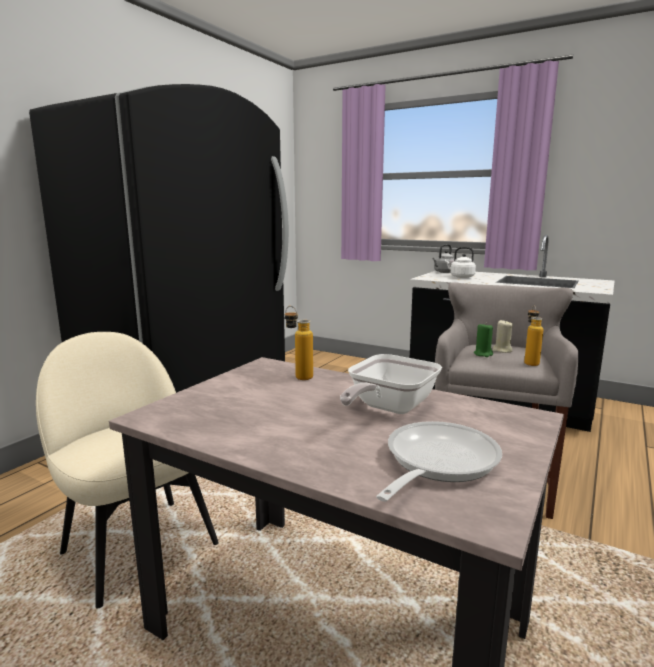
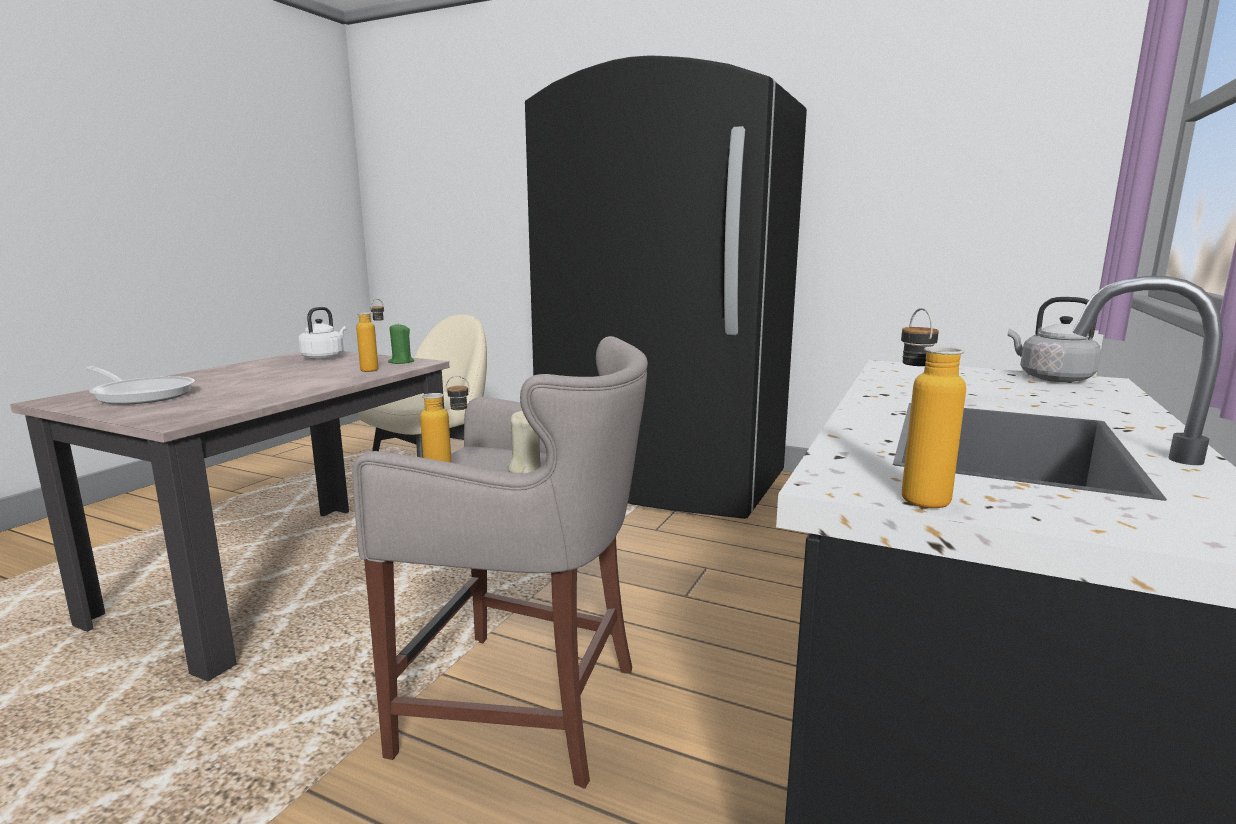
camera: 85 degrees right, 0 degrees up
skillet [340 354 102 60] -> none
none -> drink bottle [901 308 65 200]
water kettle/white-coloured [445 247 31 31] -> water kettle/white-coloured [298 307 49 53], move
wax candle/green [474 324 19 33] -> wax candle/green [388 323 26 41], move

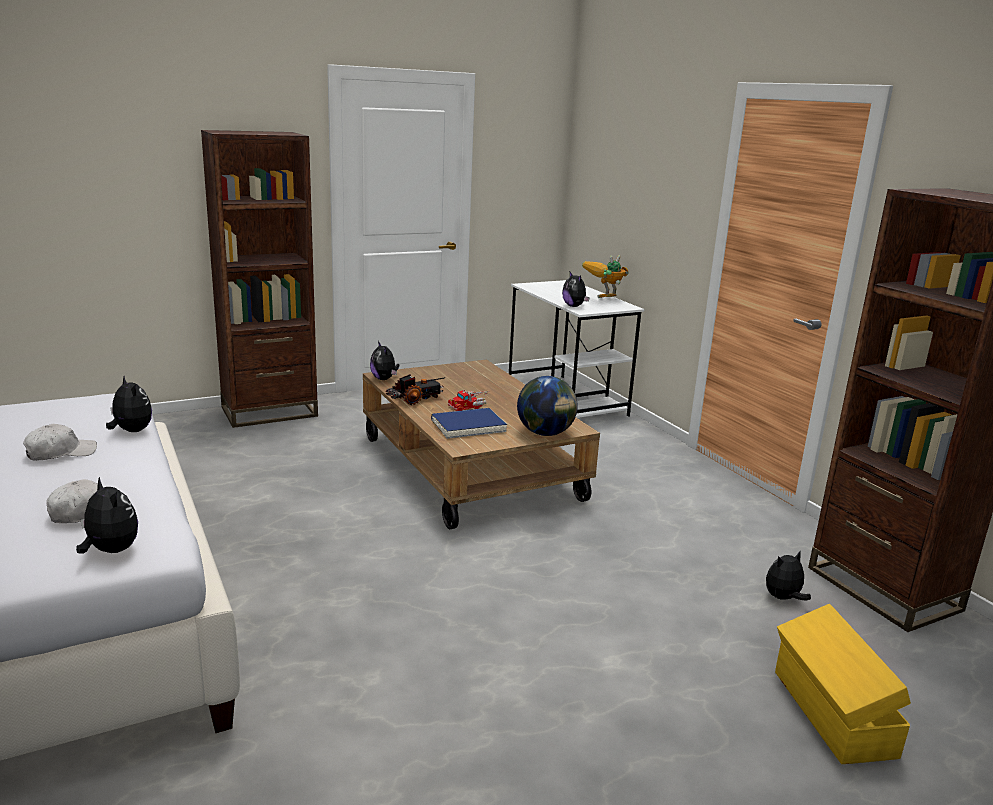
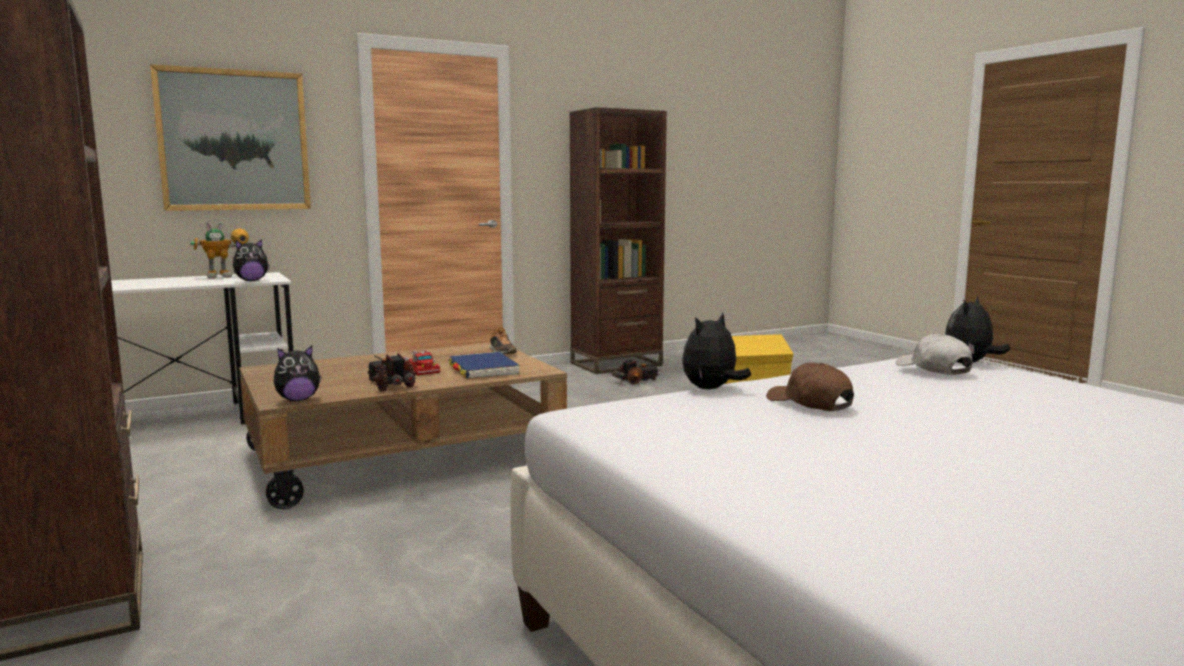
camera: 90 degrees left, 10 degrees down
none -> picture [150 64 161 147]
globe [517 376 61 60] -> shoe [489 326 28 28]
plush toy [766 551 45 49] -> toy truck [612 359 50 25]
peaked cap/white-coloured [23 424 74 37] -> peaked cap/brownish [766 363 88 48]
model robot [582 255 46 43] -> model robot [190 222 59 57], 90 degrees counterclockwise

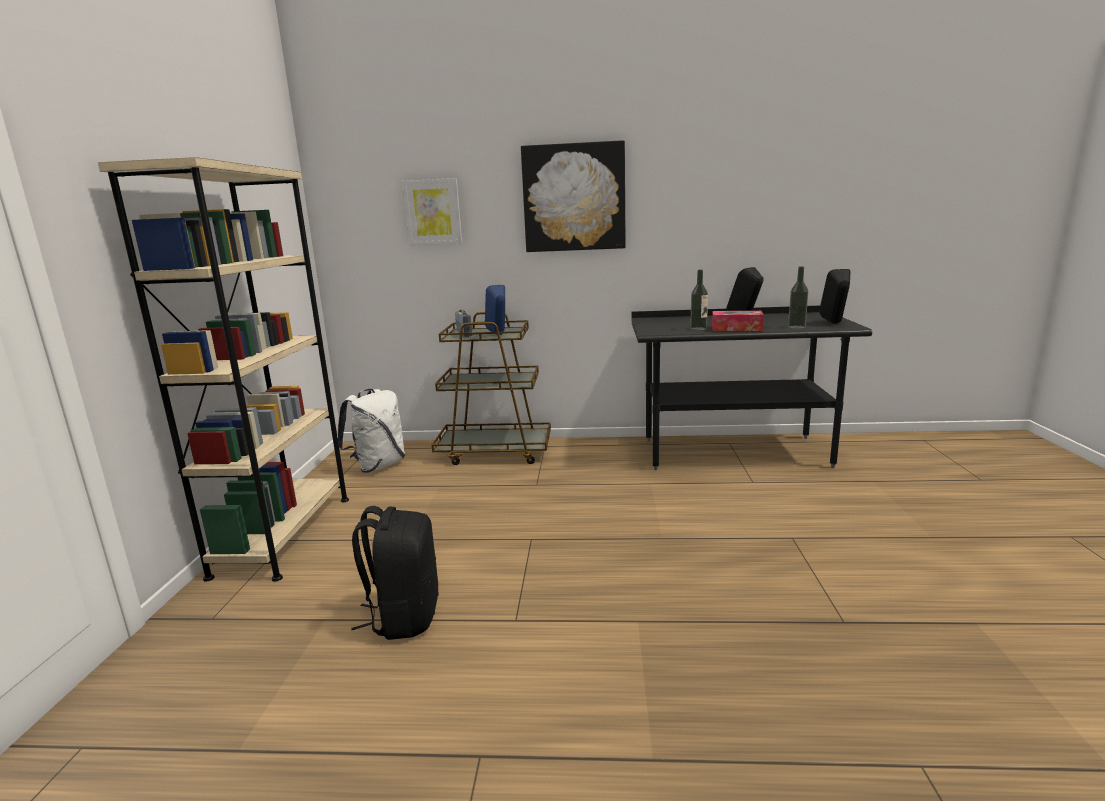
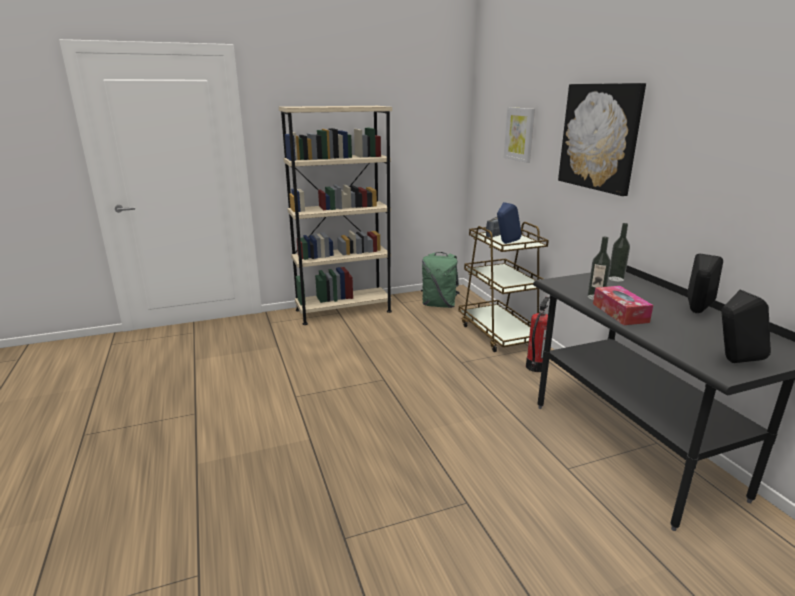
camera: 65 degrees right, 5 degrees up
knapsack/black-coloured [352 506 87 134] -> none
none -> extinguisher [526 297 24 75]
drink bottle [788 266 20 63] -> drink bottle [609 223 21 59], move
knapsack/white-coloured [338 389 67 84] -> knapsack/green [421 252 39 56]

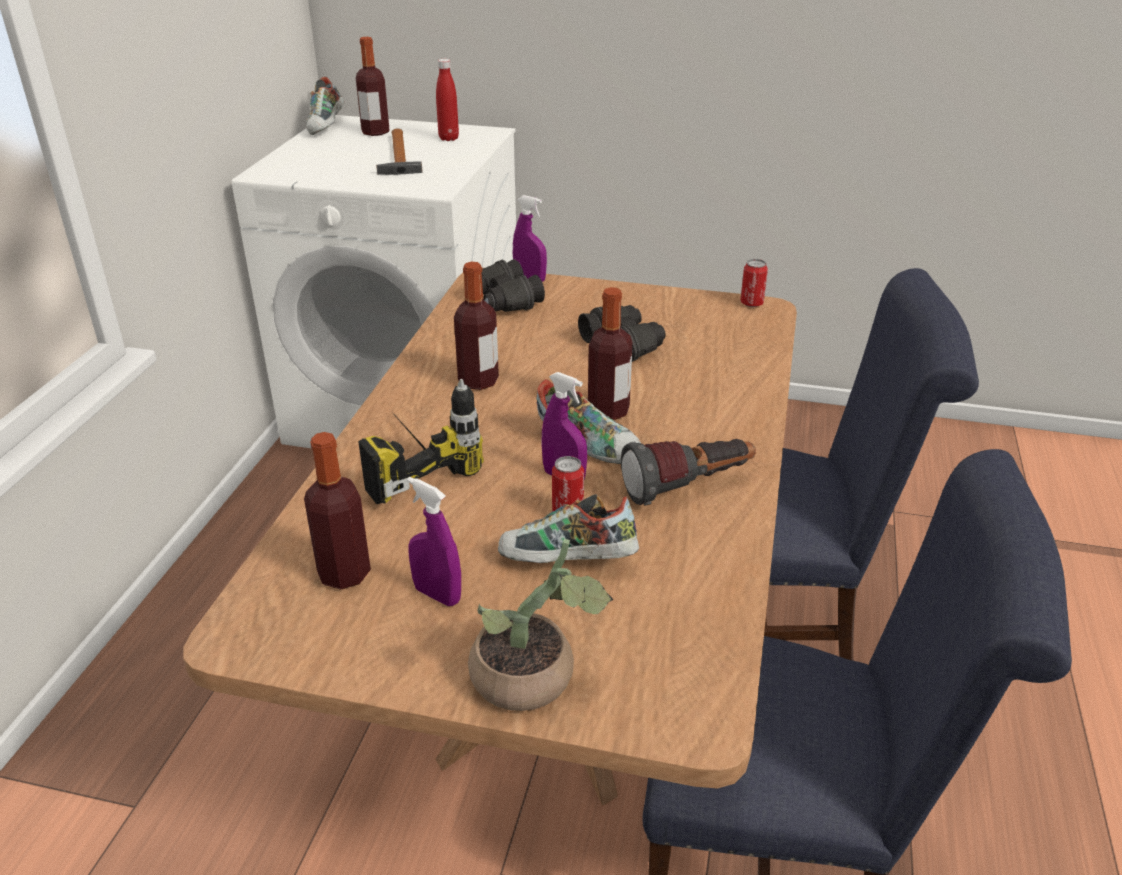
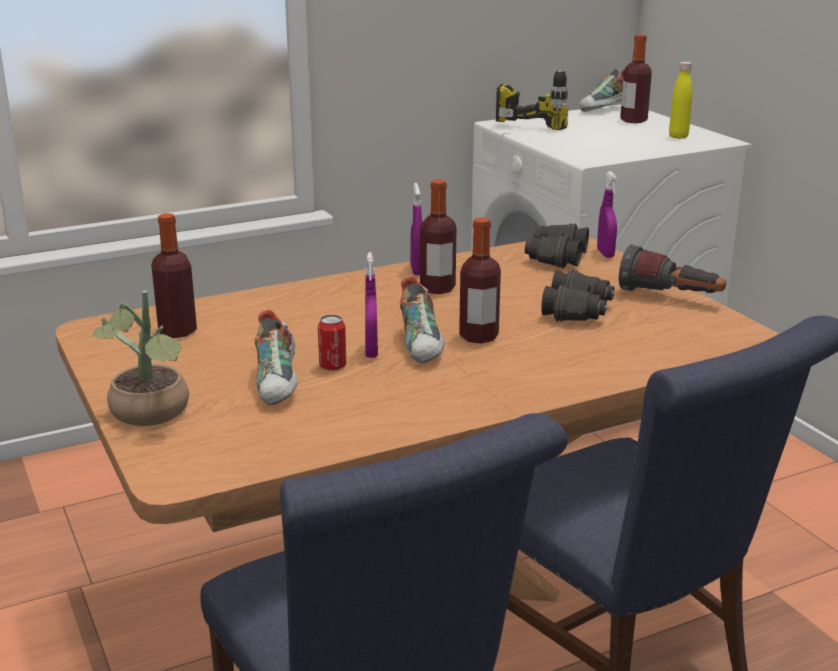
camera: 50 degrees right, 10 degrees down
hand hammer [376 129 47 46] -> none
metal can [740 259 28 48] -> none
power drill [358 379 126 125] -> power drill [496 65 73 65], move
hand sprayer/purplish [407 477 54 129] -> hand sprayer/purplish [410 183 12 92], move
flashlight [621 439 135 67] -> flashlight [619 244 107 49], move
drink bottle/red [436 59 23 82] -> drink bottle/yellow [669 62 24 77]
shoe [498 494 141 69] -> shoe [255 310 43 96], 150 degrees counterclockwise

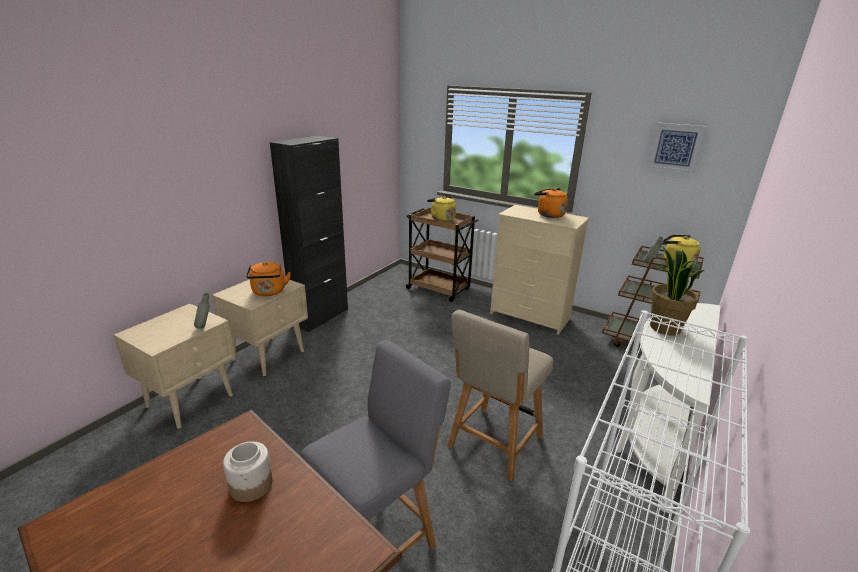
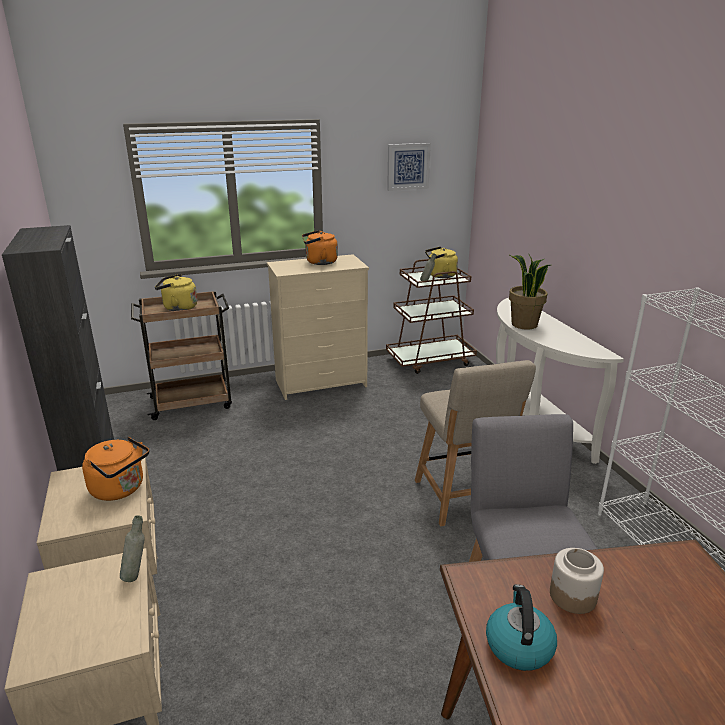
camera: 50 degrees left, 0 degrees up
none -> water kettle [486 584 71 87]

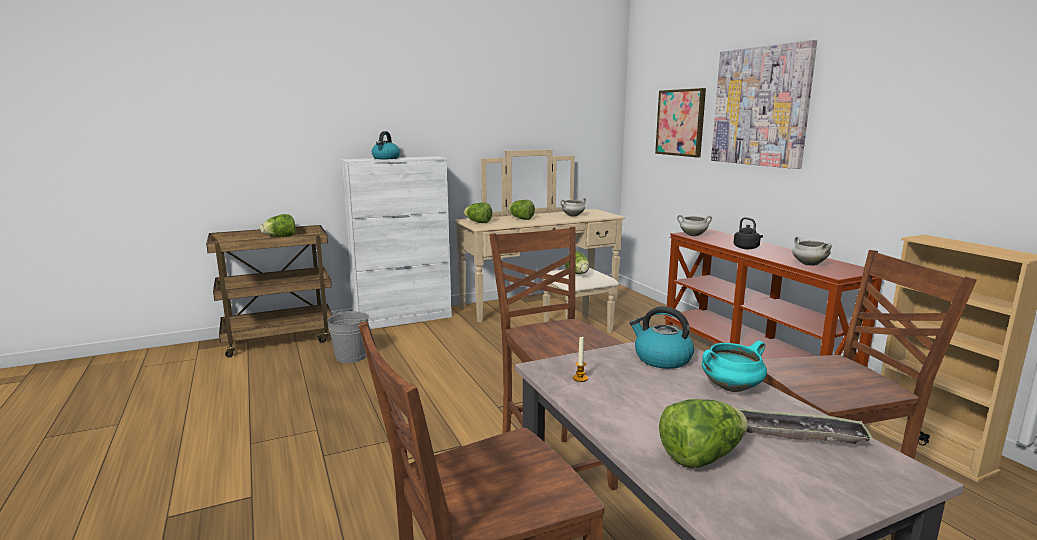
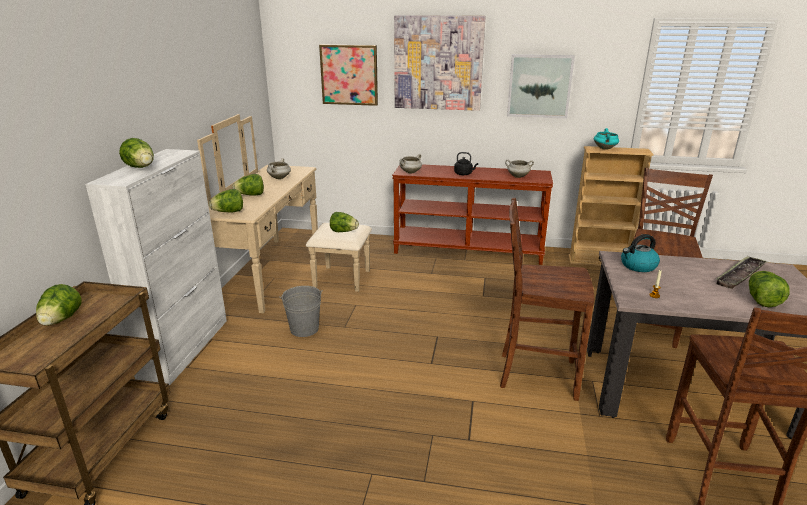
camera: 55 degrees left, 10 degrees up
none -> picture [507 54 68 64]
pail/greyish [327 311 42 52] -> pail/greyish [279 286 44 51], move
saucepot/turquoise [702 340 65 52] -> saucepot/turquoise [594 128 25 22], move
water kettle [372 131 28 28] -> lettuce [119 138 35 30]

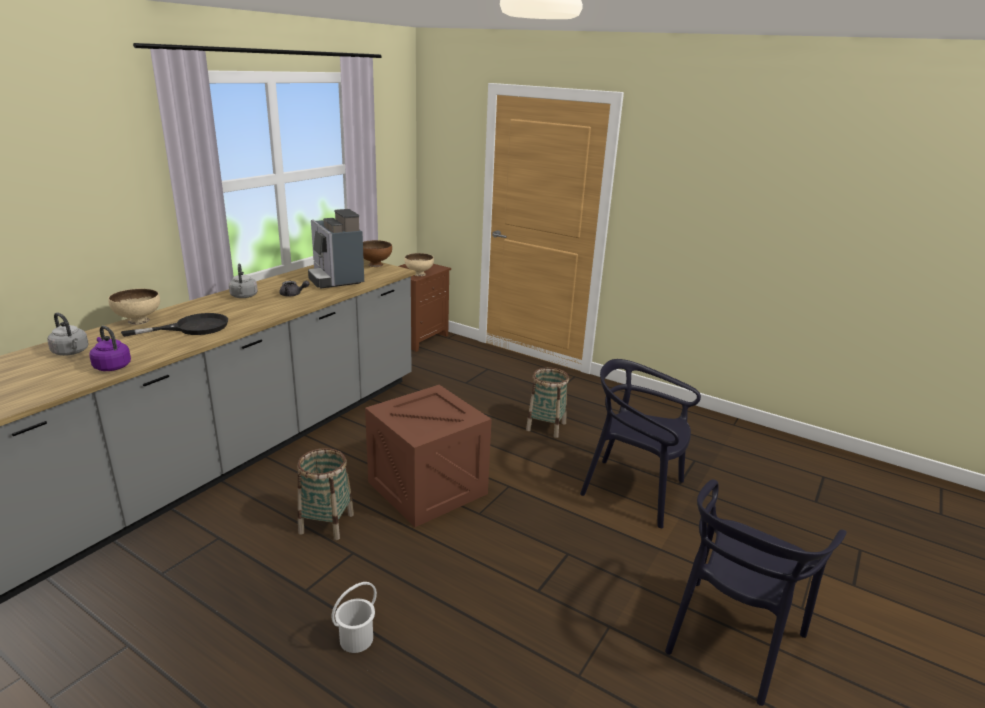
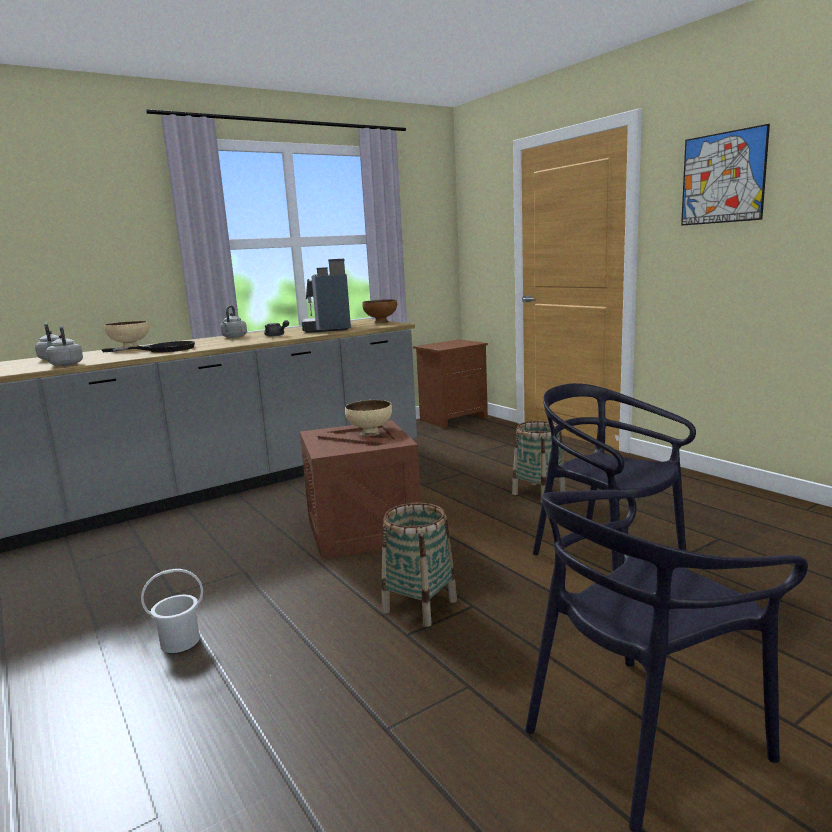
camera: 25 degrees right, 10 degrees down
none -> picture [681 124 89 102]
household basket [297 448 57 92] -> household basket [382 503 75 124], move
bowl/beige-coloured [404 253 30 23] -> bowl/beige-coloured [345 400 47 36], move
water kettle/purplish [89 326 42 45] -> water kettle/greyish [46 326 37 40]

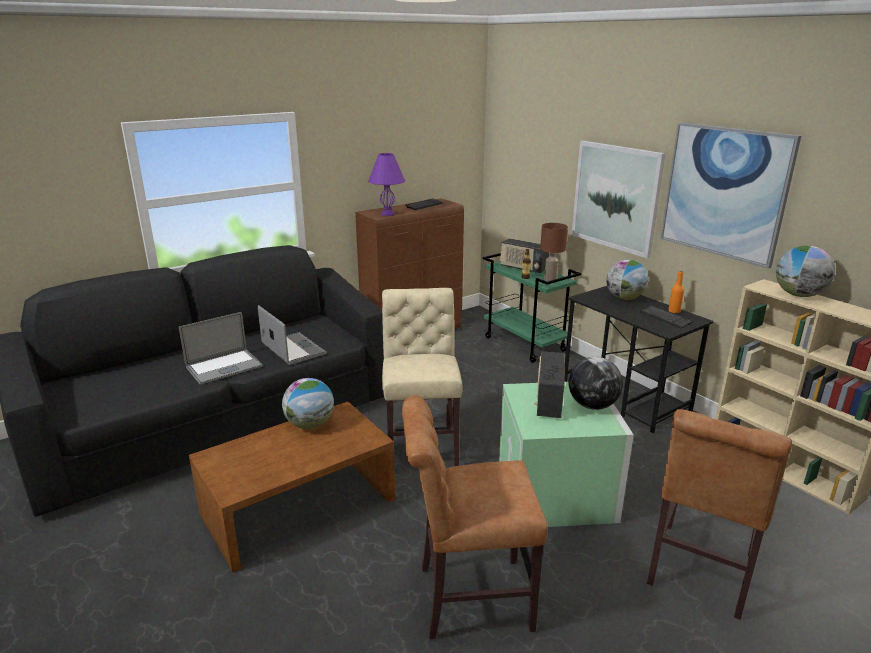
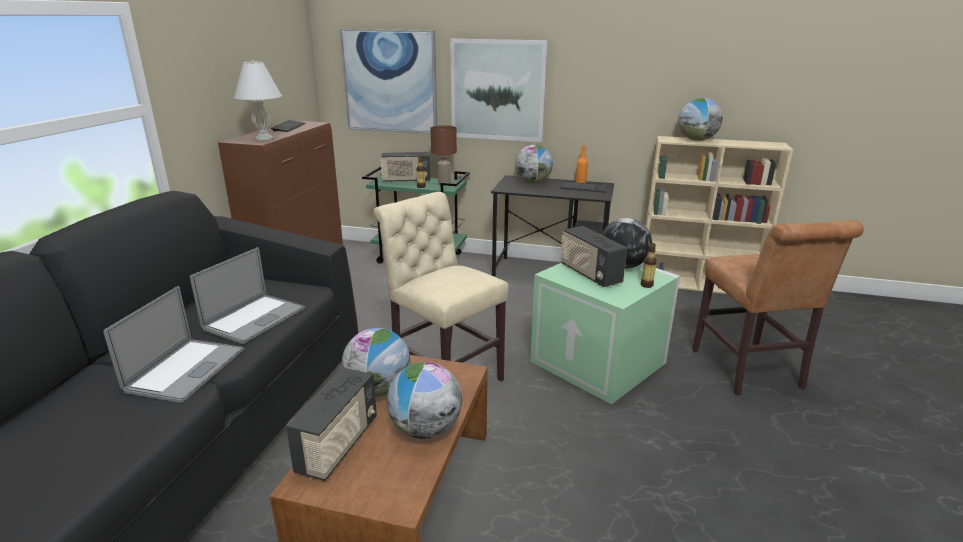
camera: 40 degrees left, 0 degrees up
chair/brownish [402 396 146 243] -> none
none -> radio [286 368 91 113]
none -> globe [387 362 75 77]
none -> drink bottle [641 243 16 45]
picture [660 122 141 147] -> picture [340 29 97 105], move
table lamp/purplish [368 153 37 63] -> table lamp/white-coloured [233 60 49 81]
portable computer [258 305 69 60] -> portable computer [190 247 115 97], 105 degrees clockwise

